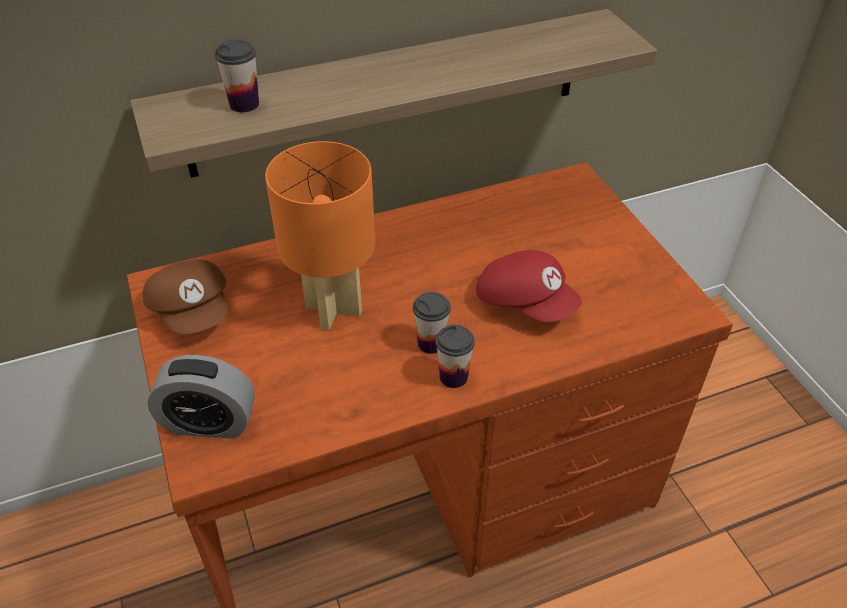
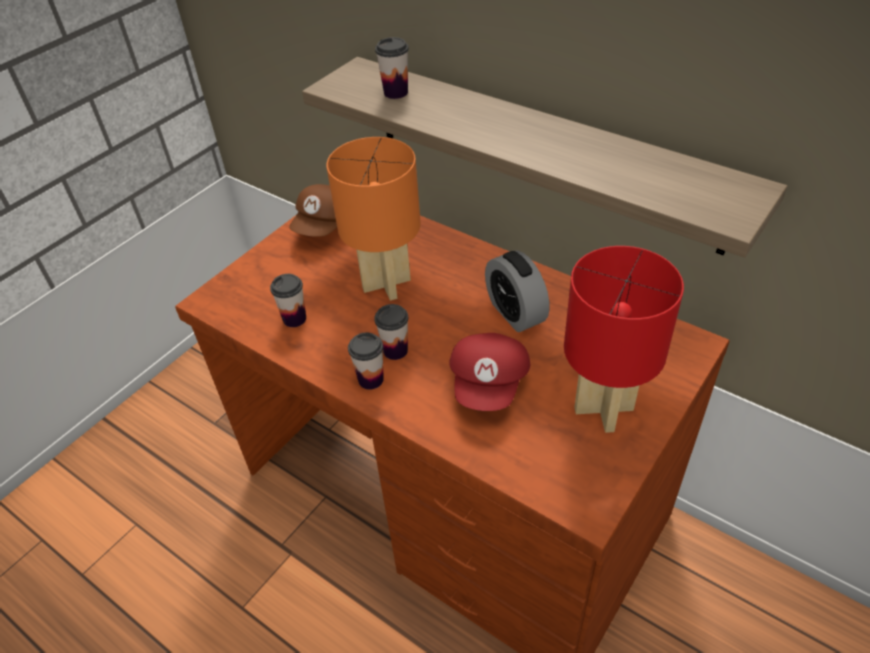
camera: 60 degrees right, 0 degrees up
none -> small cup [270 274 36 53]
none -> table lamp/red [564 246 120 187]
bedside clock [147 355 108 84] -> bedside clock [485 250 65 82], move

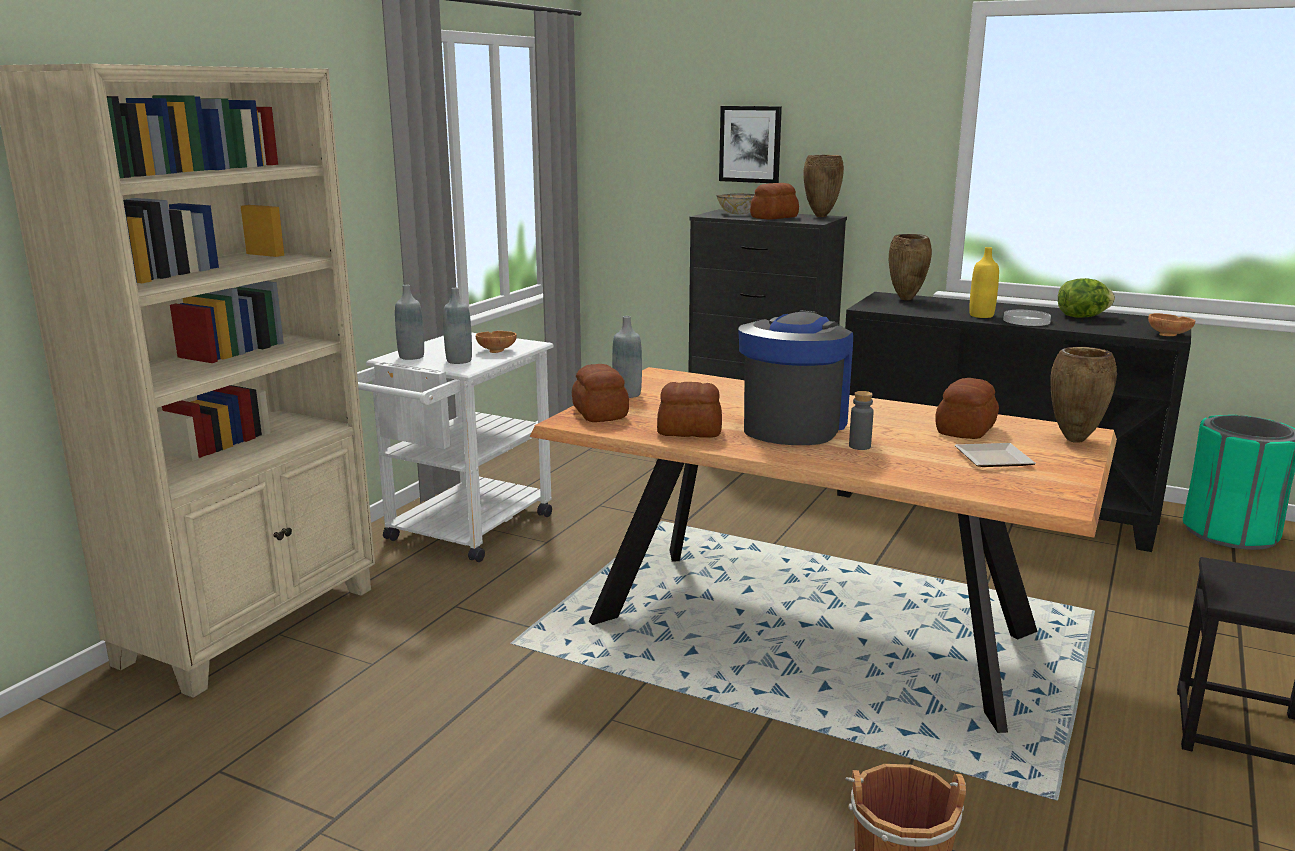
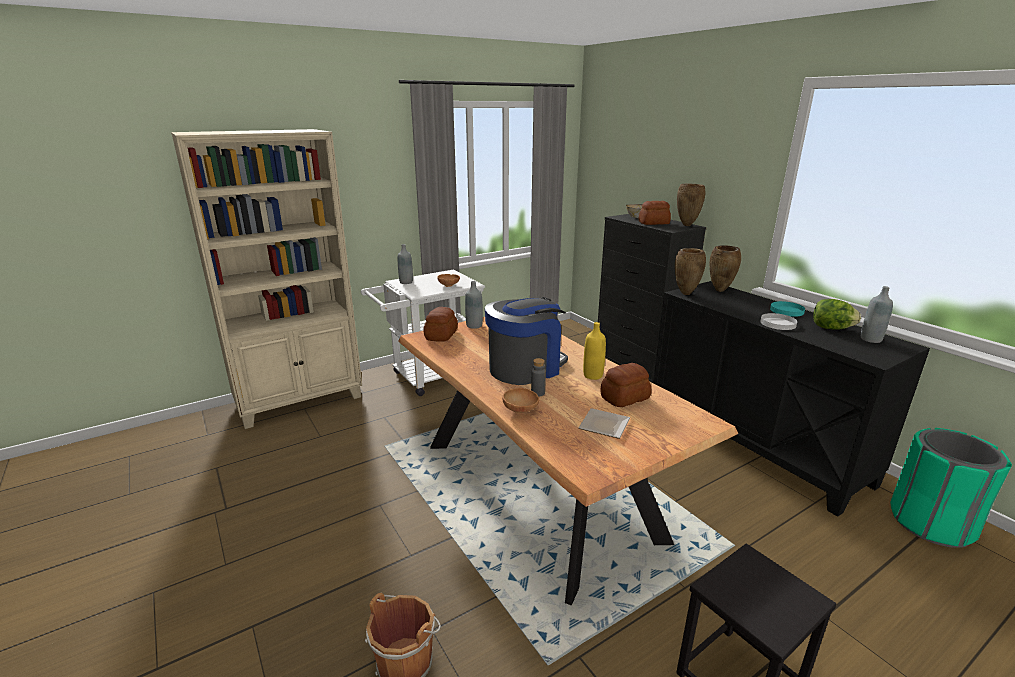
camera: 30 degrees right, 5 degrees up
bread [657 382 65 56] -> none
picture [719 106 63 77] -> none
none -> dinner plate/turquoise [770 301 35 16]
drink bottle/greyish [443 288 29 76] -> drink bottle/greyish [861 286 32 57], move
drink bottle/yellow [969 247 30 71] -> drink bottle/yellow [583 322 23 58], move
decorative vase/brownish [1050 347 67 96] -> decorative vase/brownish [675 248 31 47], move
bowl/brownish [1148 313 47 23] -> bowl/brownish [502 388 37 25], move

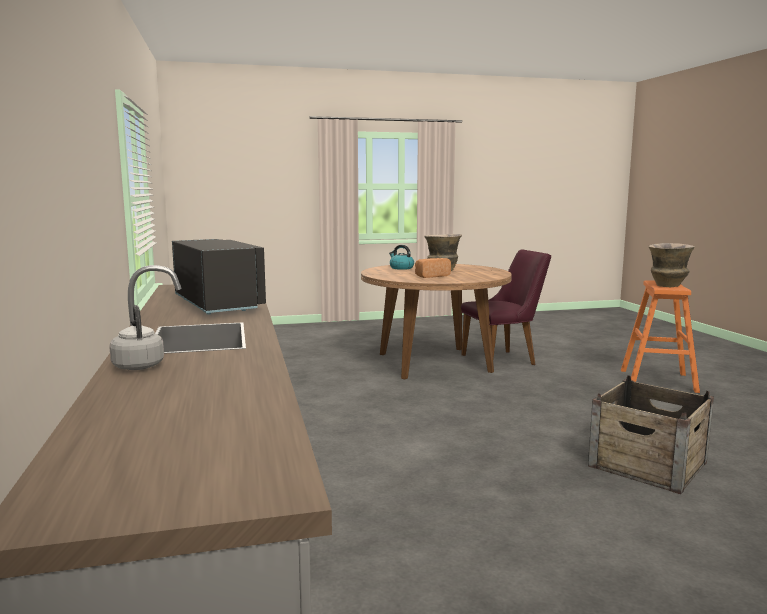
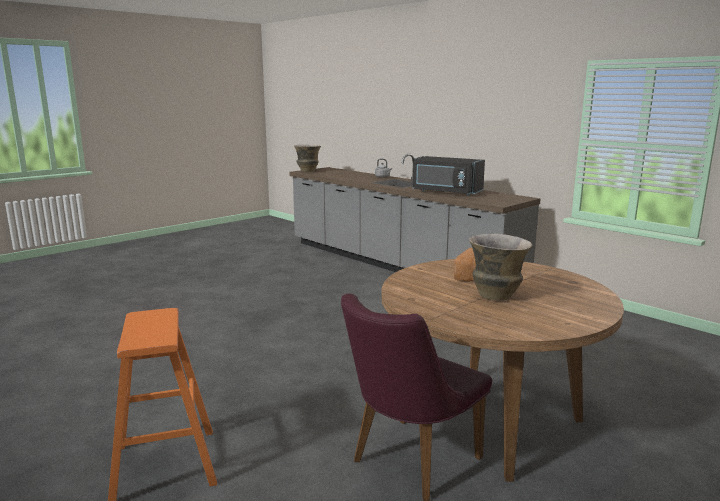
camera: 150 degrees right, 5 degrees up
water kettle [389 245 25 25] -> none
crate [588 375 126 119] -> none
decorative vase [648 243 47 44] -> decorative vase [294 145 27 27], move

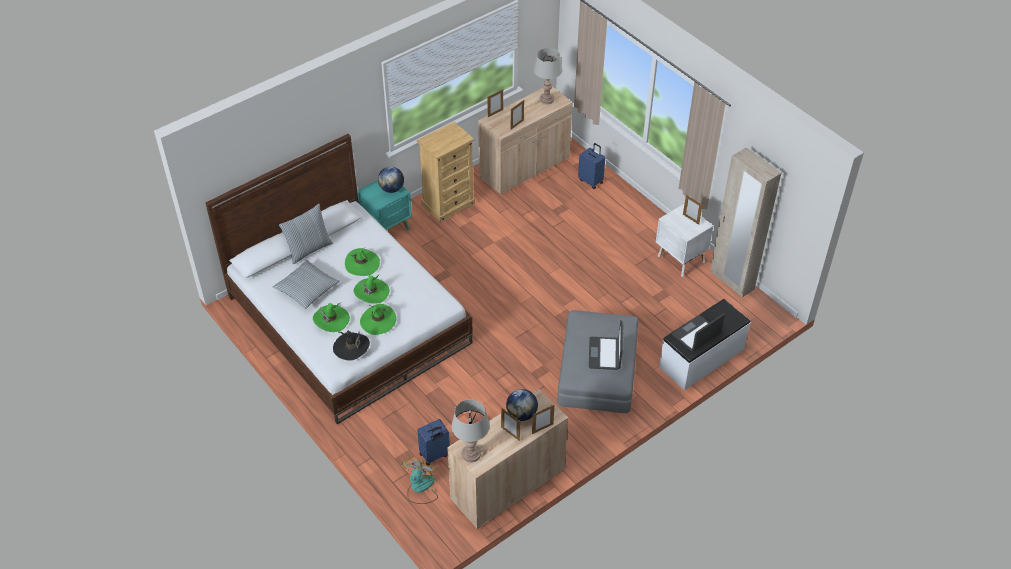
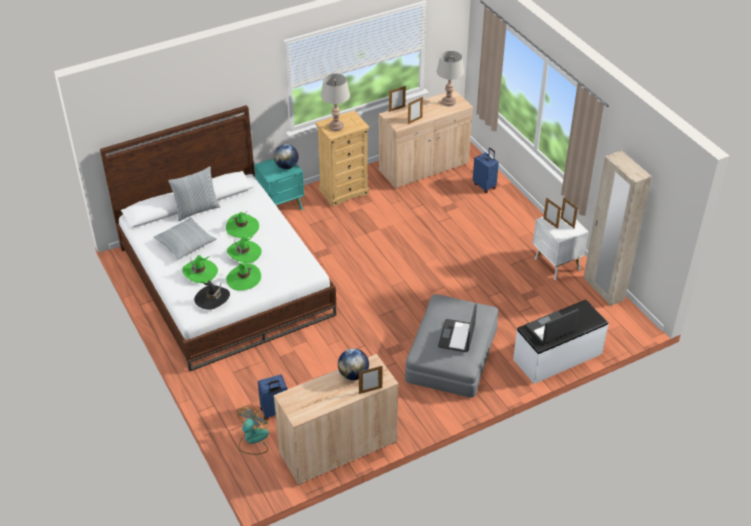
camera: 10 degrees right, 5 degrees down
table lamp/greyish [451 399 38 64] -> table lamp/greyish [321 74 29 57], move
picture frame [501 408 19 33] -> picture frame [543 197 18 32], move

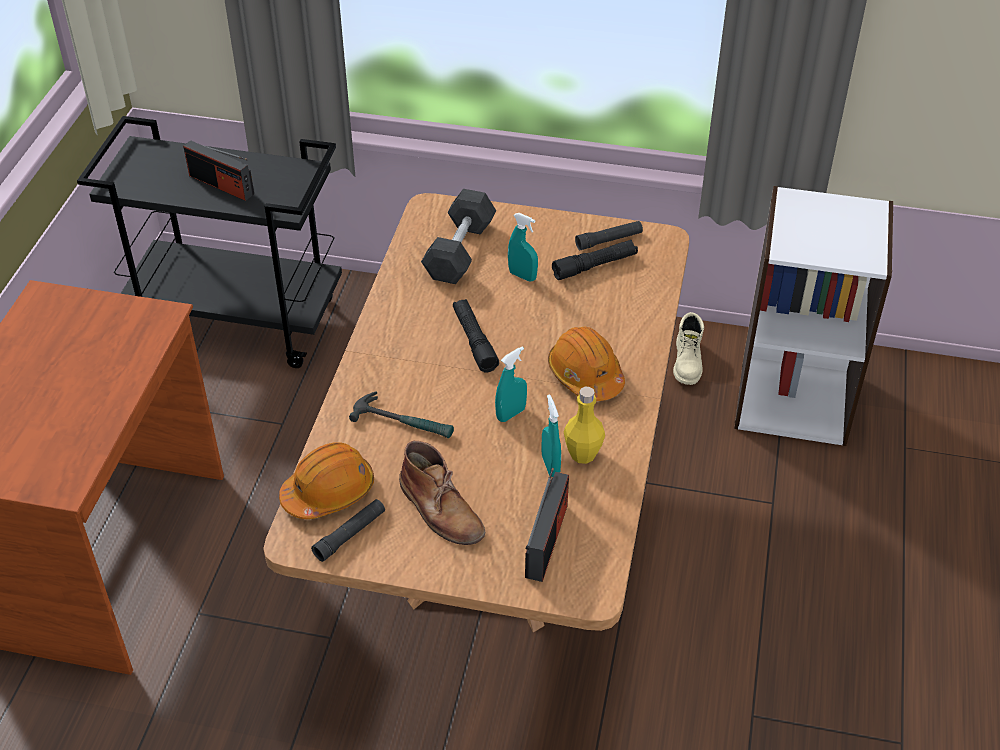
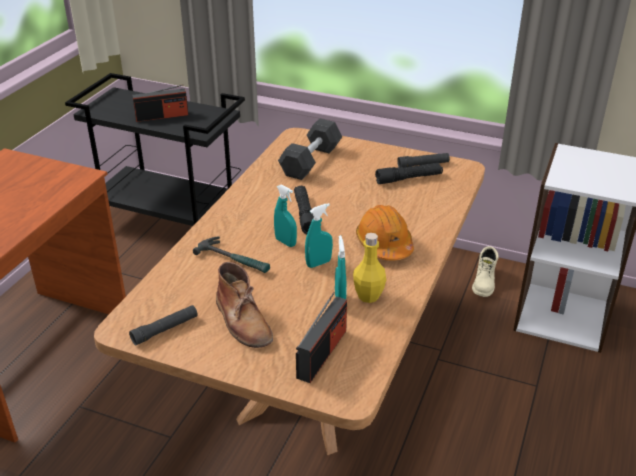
camera: 10 degrees right, 10 degrees down
safety helmet/orangey [279 442 95 77] -> none
hand sprayer/turquoise [508 213 30 68] -> hand sprayer/turquoise [274 184 23 63], move
radio [183 140 71 61] -> radio [132 85 56 37], 60 degrees counterclockwise

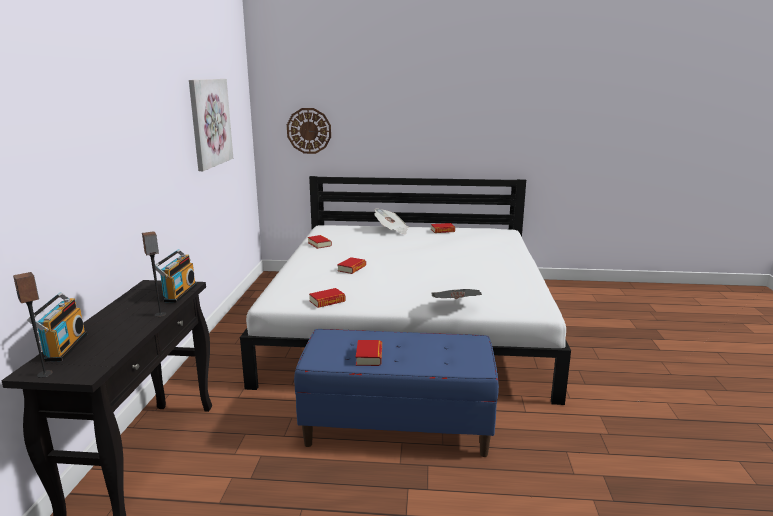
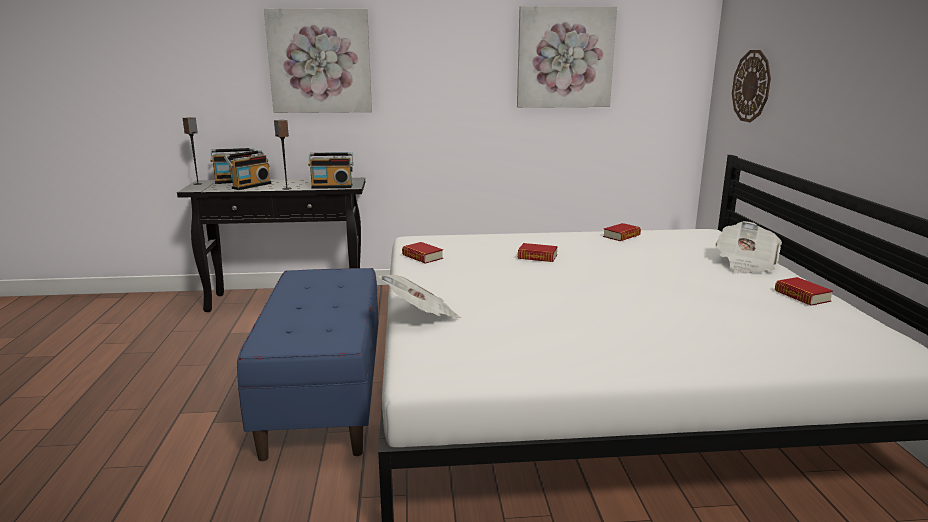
camera: 80 degrees right, 0 degrees up
book [356 340 26 26] -> none
none -> radio [224 150 47 40]
none -> picture [264 8 108 105]

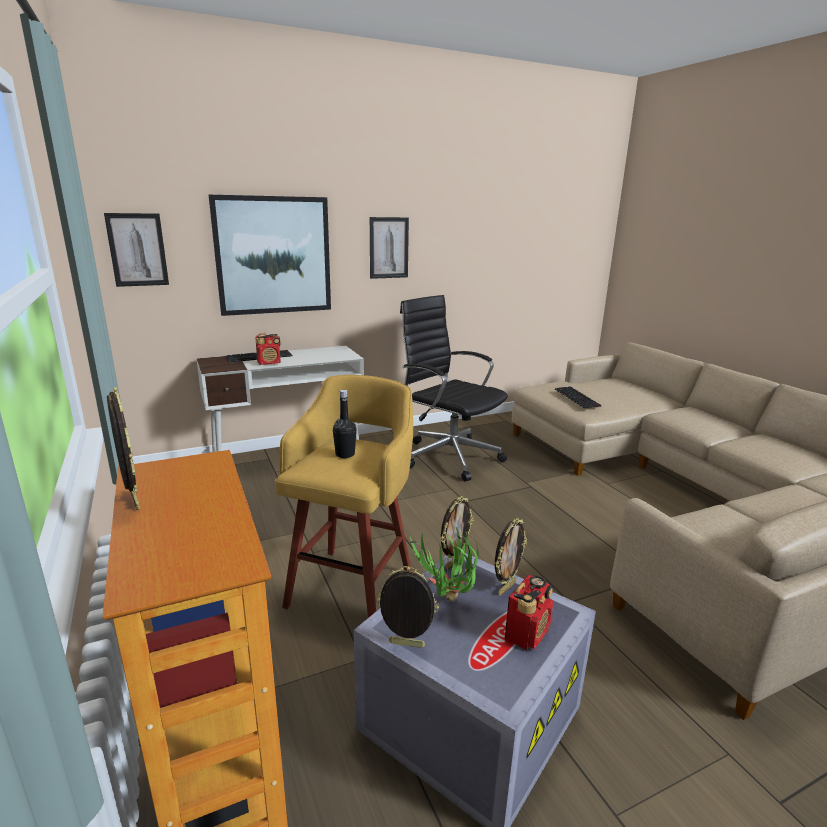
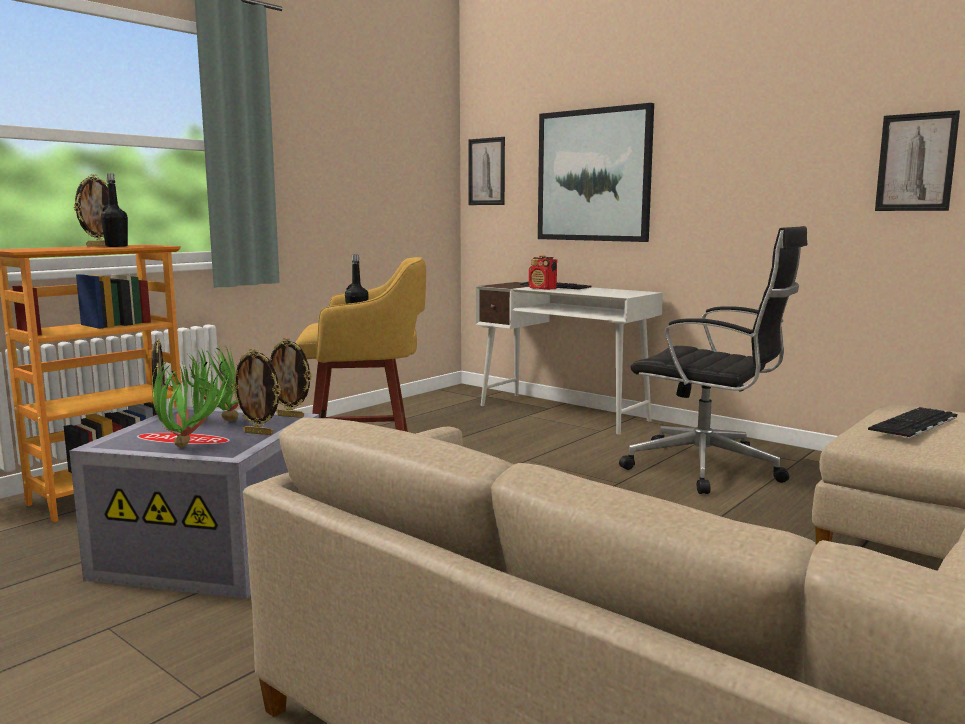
camera: 65 degrees right, 10 degrees down
none -> drink bottle/black-coloured [100 173 28 74]
picture [370 217 39 62] -> picture [875 110 85 101], move
radio [505 575 48 75] -> plant in a pot [152 358 77 90]
office chair/black-coloured [400 295 108 186] -> office chair/black-coloured [619 226 188 268], 105 degrees clockwise

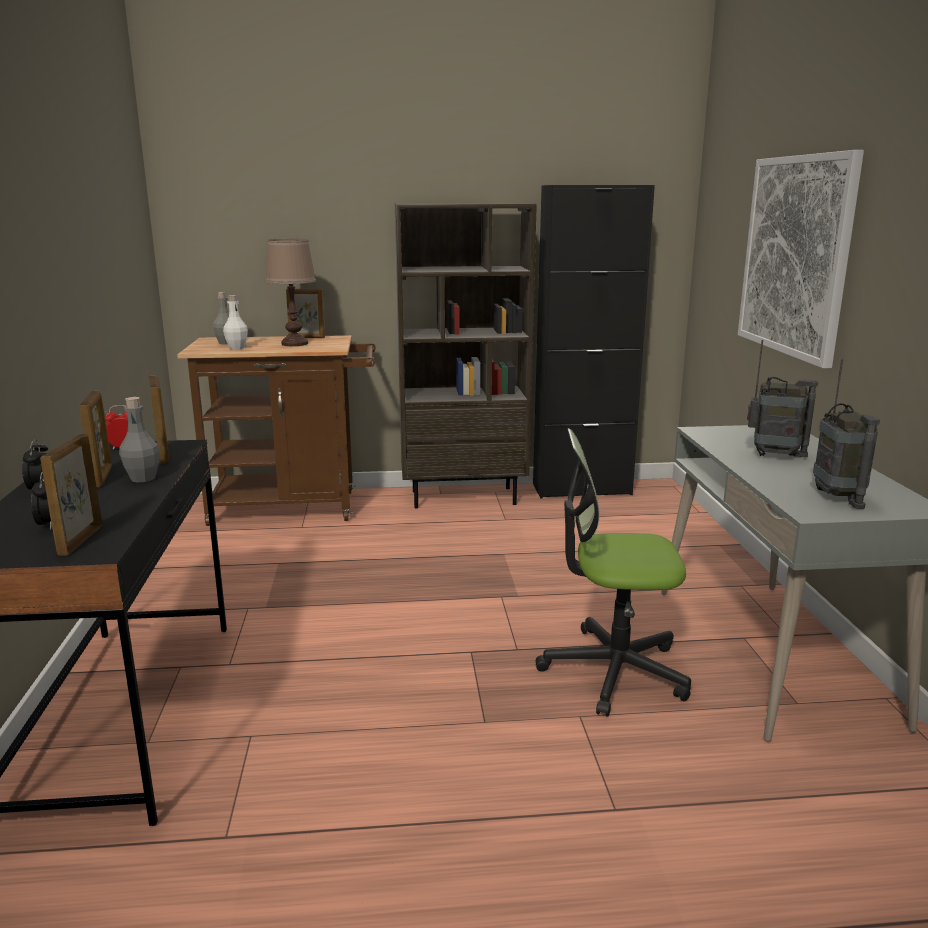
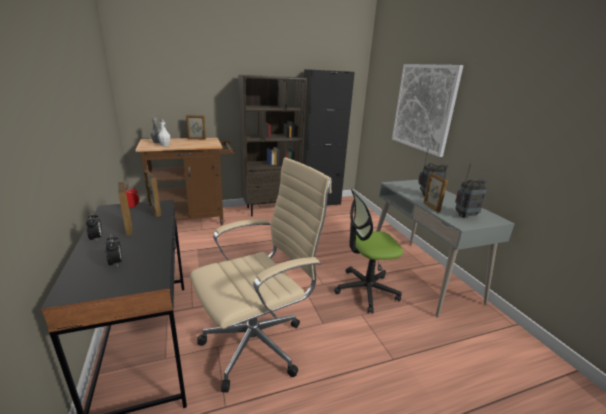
camera: 15 degrees left, 5 degrees up
drink bottle/greyish [119 397 41 86] -> none
table lamp/brownish [265 239 51 107] -> none
none -> office chair/beige-coloured [190 157 141 236]
picture frame [40 434 63 122] -> picture frame [423 172 25 40], move
radio [813 359 67 150] -> radio [455 163 32 55], 90 degrees counterclockwise

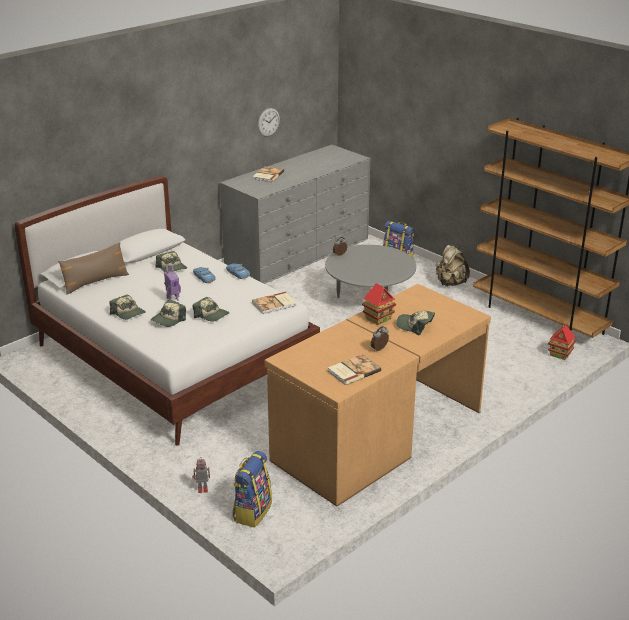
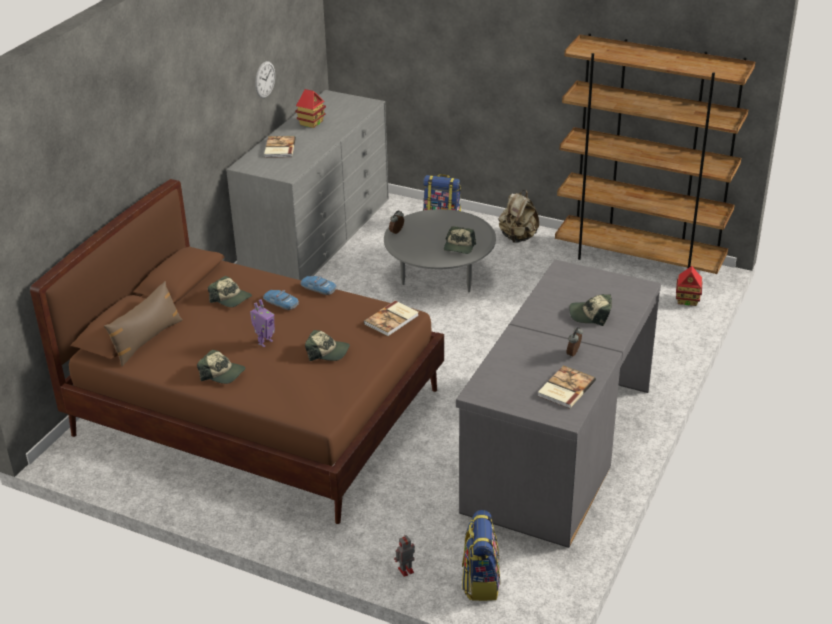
camera: 20 degrees left, 5 degrees up
peaked cap [151 300 35 27] -> peaked cap [444 226 32 28], move
toy house [362 283 34 42] -> toy house [295 89 31 39], move
sleeping bed/white-coloured [14 176 306 269] -> sleeping bed/brownish [30 179 414 345]
desk/brownish [265 284 226 222] -> desk/greyish [456 259 205 289]

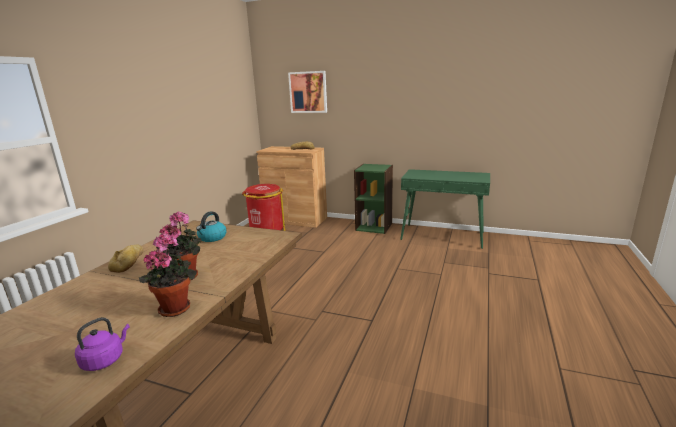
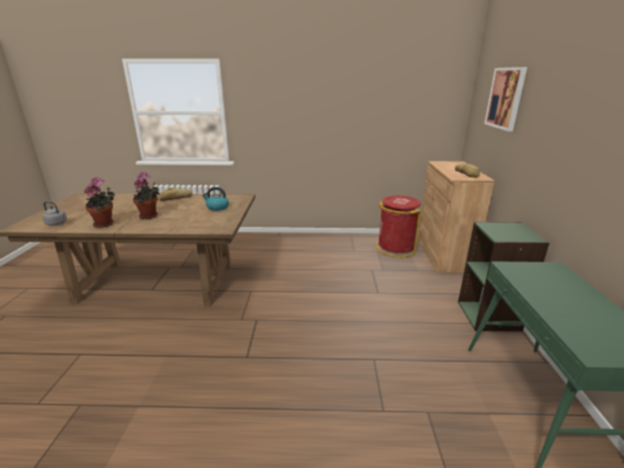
camera: 70 degrees right, 5 degrees up
water kettle/purplish [75 317 55 54] -> water kettle/greyish [42 201 25 25]

